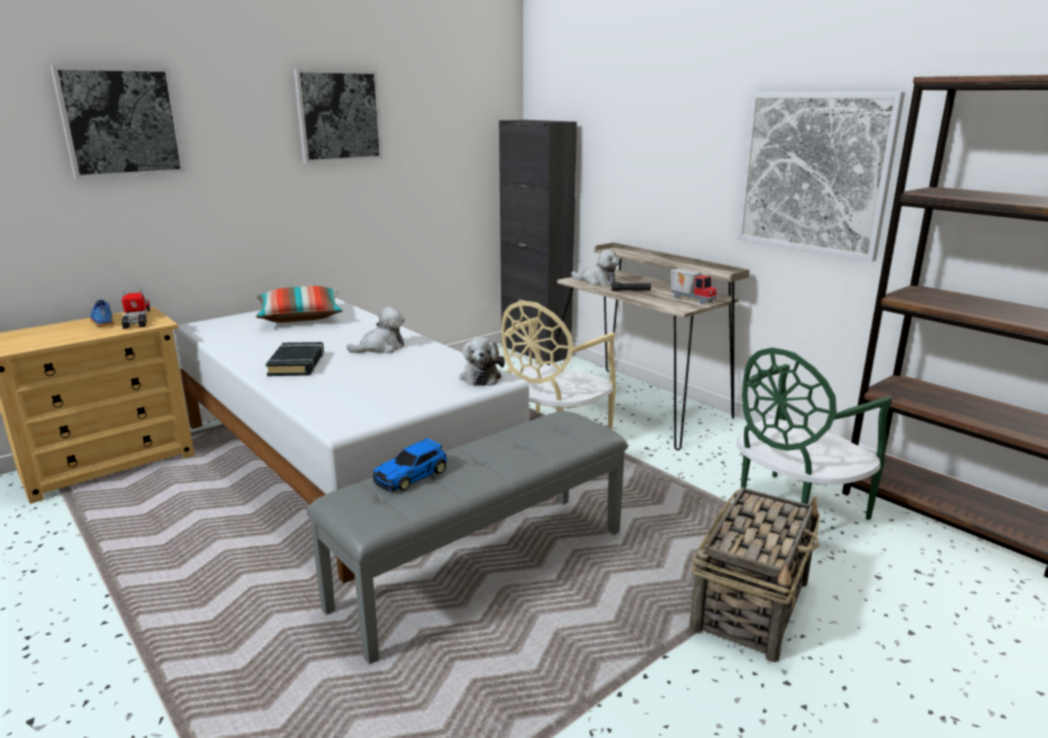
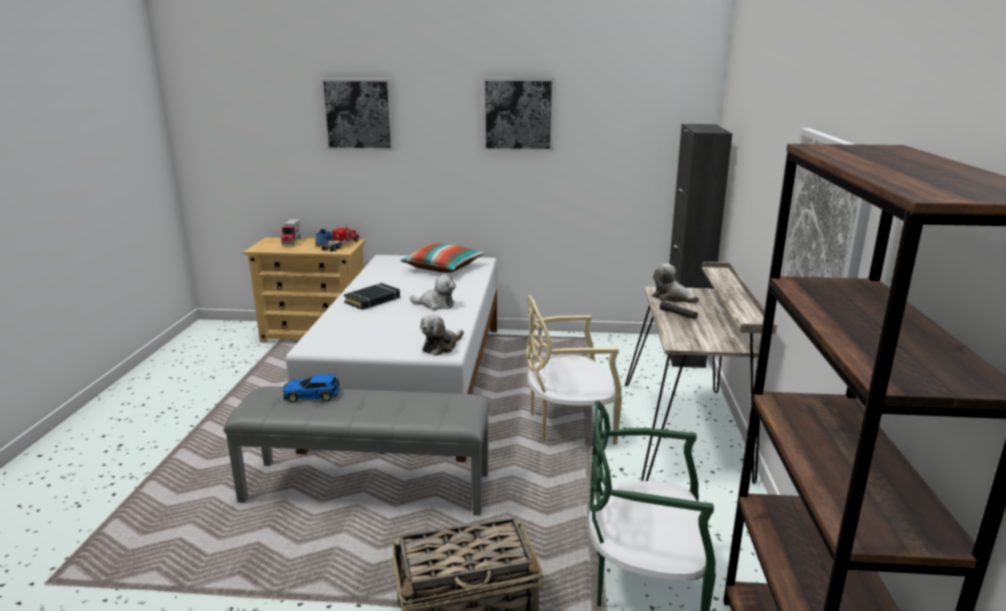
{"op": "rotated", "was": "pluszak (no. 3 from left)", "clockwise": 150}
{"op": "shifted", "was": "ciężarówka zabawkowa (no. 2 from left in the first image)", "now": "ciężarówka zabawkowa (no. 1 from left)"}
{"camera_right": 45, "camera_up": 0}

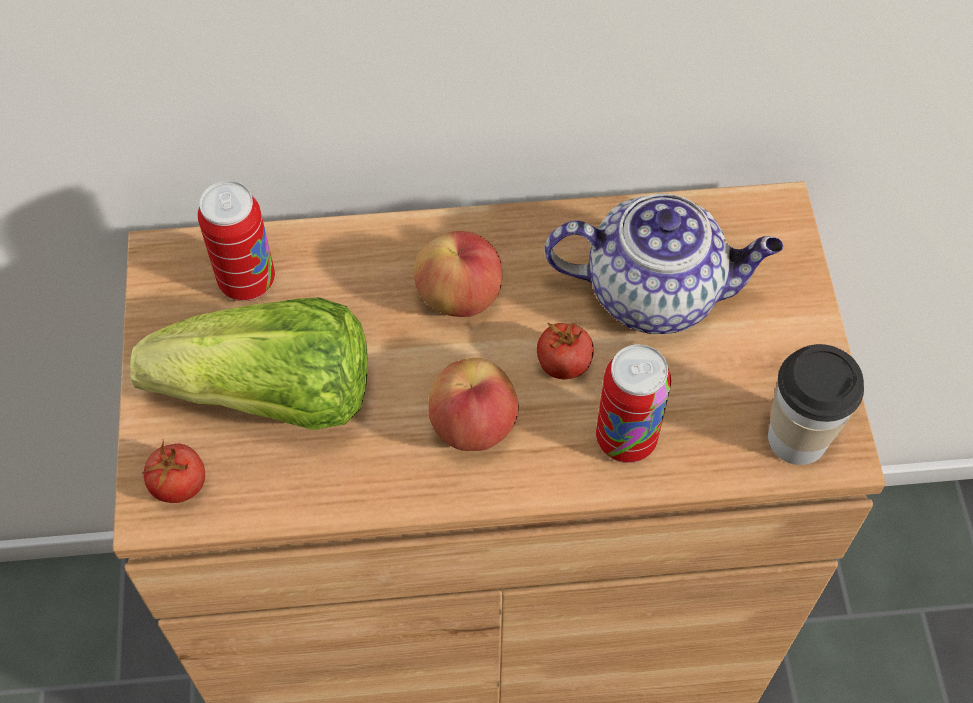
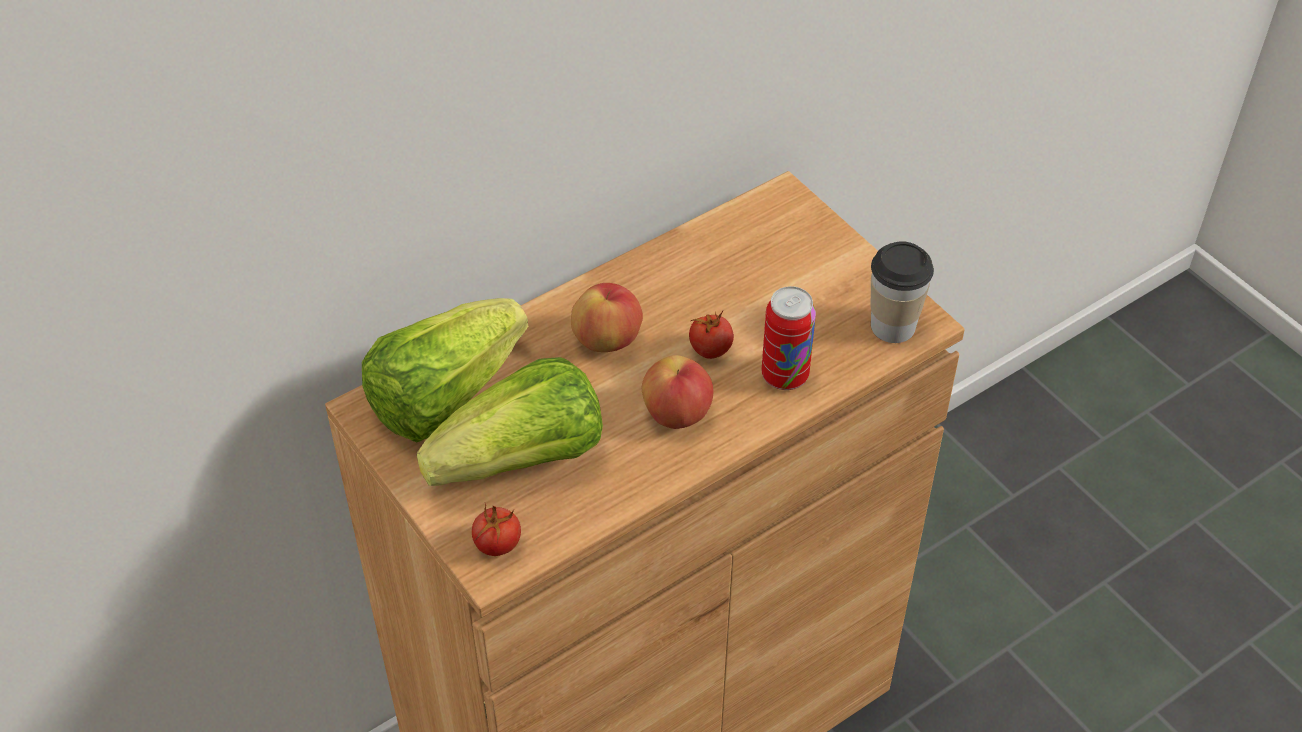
{"op": "swapped", "was": "puszka (no. 1 from left)", "now": "sałata (no. 1 from left)"}
{"op": "gone", "was": "imbryk"}
{"camera_right": -30, "camera_up": -10}

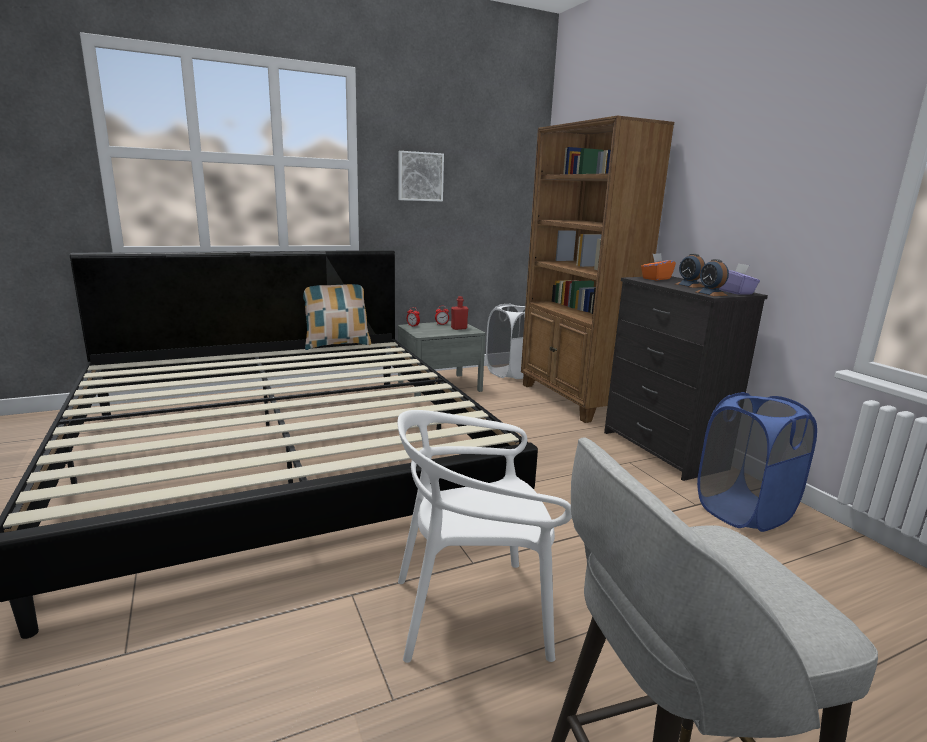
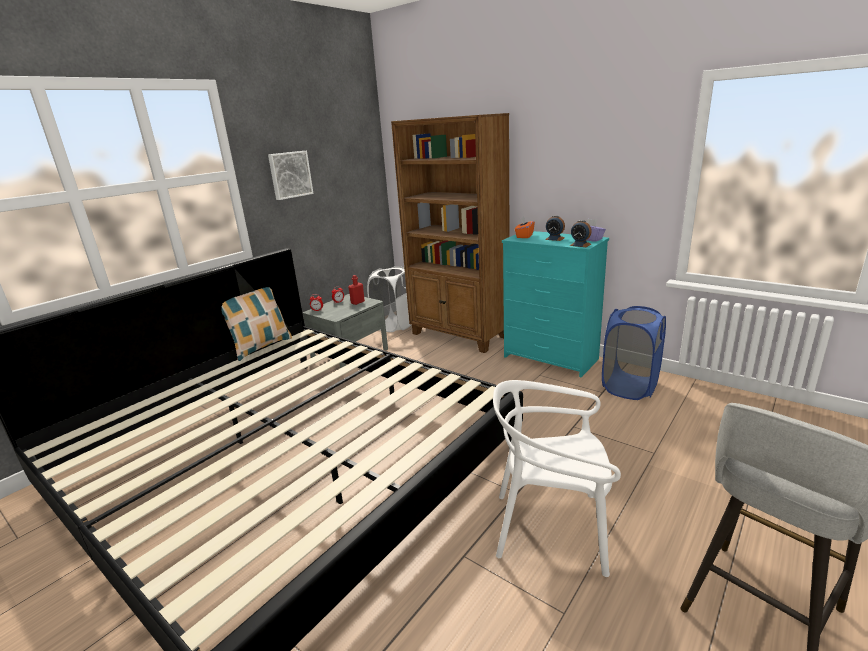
{"op": "rotated", "was": "krzesło [biały]", "clockwise": 45}
{"op": "repainted", "was": "komoda [czarny]", "now": "komoda [turkusowy]"}
{"camera_right": -25, "camera_up": 5}

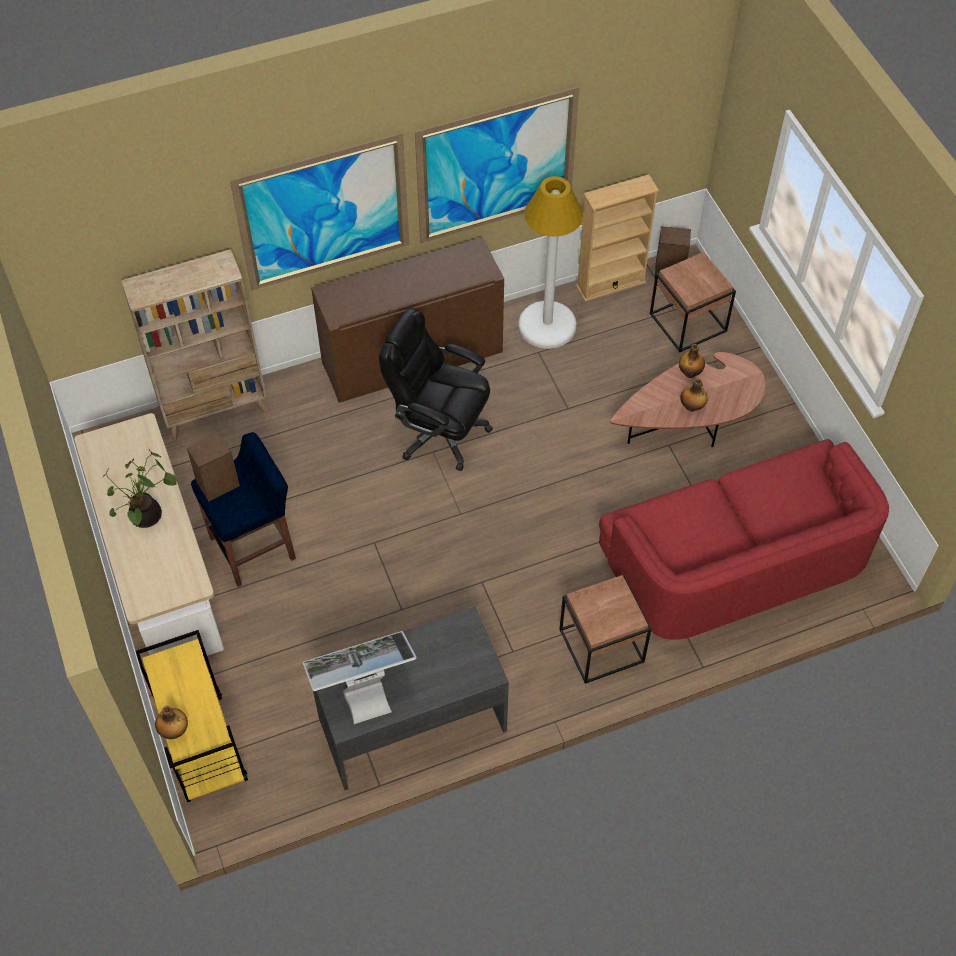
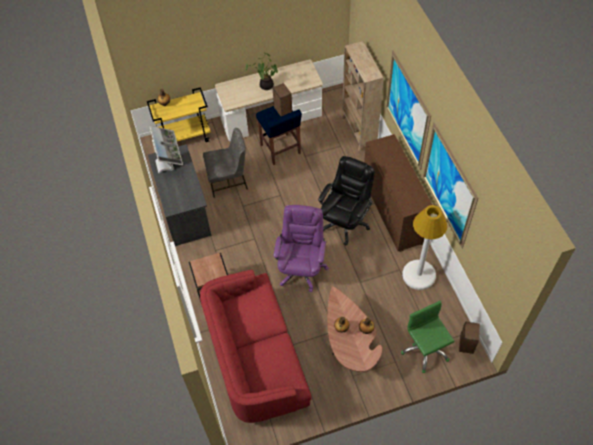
{"op": "gone", "was": "regał [beżowy] (no. 2 from left)"}
{"op": "swapped", "was": "stolik [brązowy] (no. 2 from left)", "now": "krzesło biurowe [zielony]"}
{"op": "new", "now": "krzesło [szary]"}
{"op": "new", "now": "krzesło biurowe [fioletowy]"}
{"camera_right": 95, "camera_up": 0}

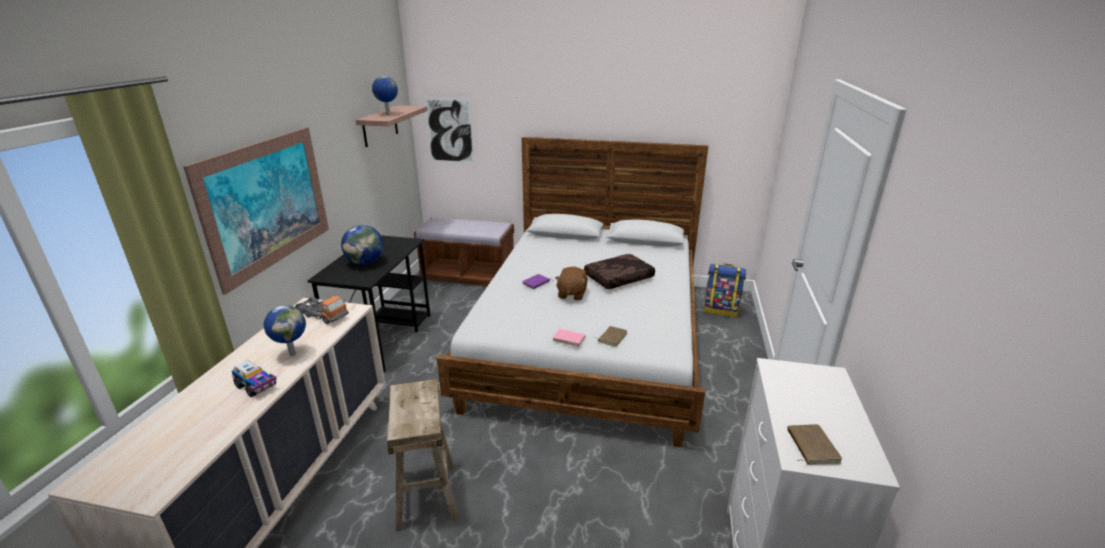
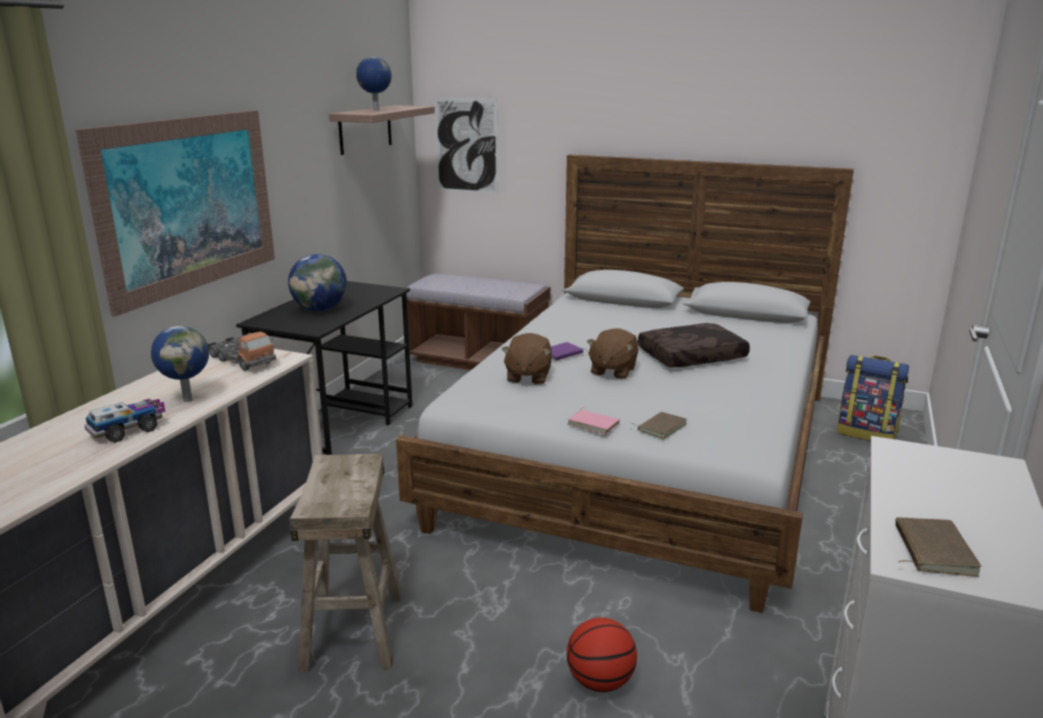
{"op": "rotated", "was": "ciężarówka zabawkowa (no. 1 from left)", "clockwise": -90}
{"op": "new", "now": "pluszak [brązowy] (no. 1 from left)"}
{"op": "new", "now": "piłka do koszykówki"}
{"camera_right": 10, "camera_up": -5}

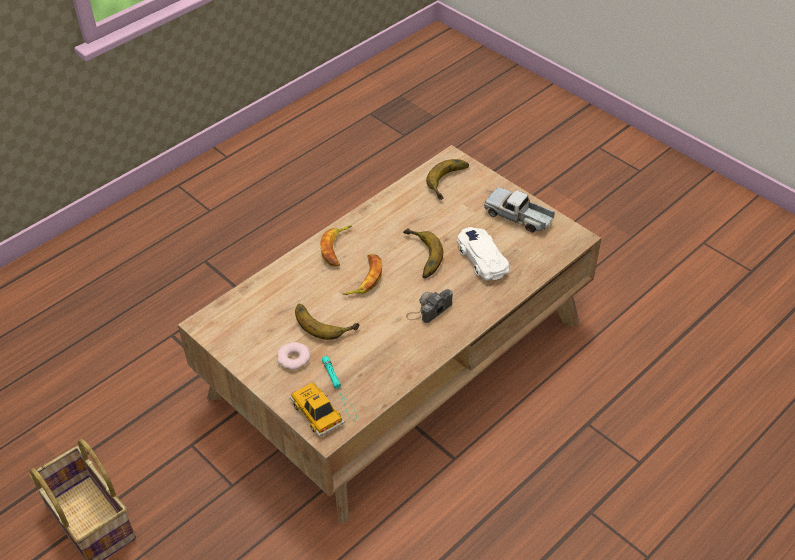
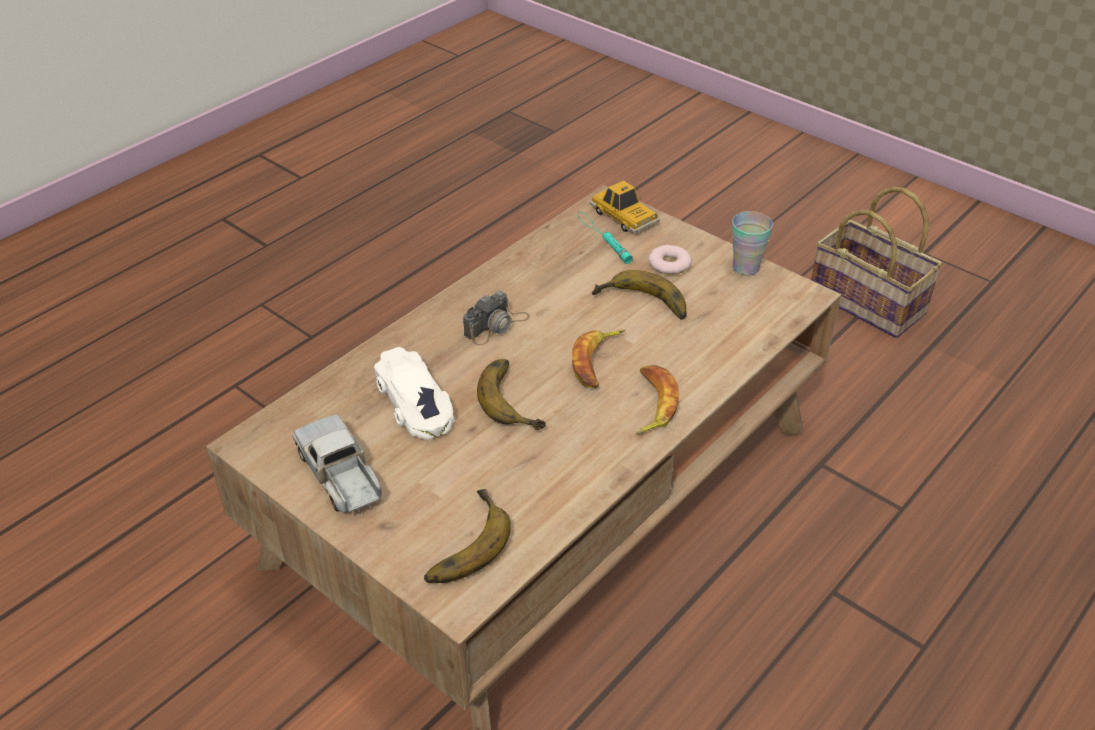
{"op": "rotated", "was": "ciężarówka zabawkowa", "clockwise": -150}
{"op": "new", "now": "filiżanka"}
{"camera_right": 175, "camera_up": -5}

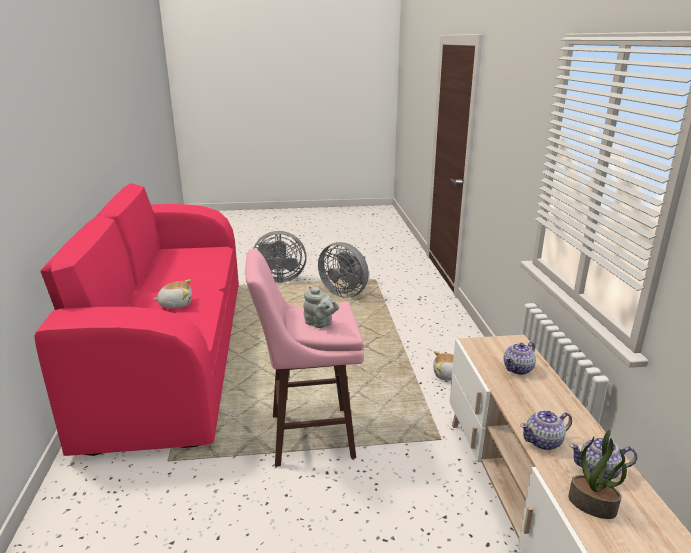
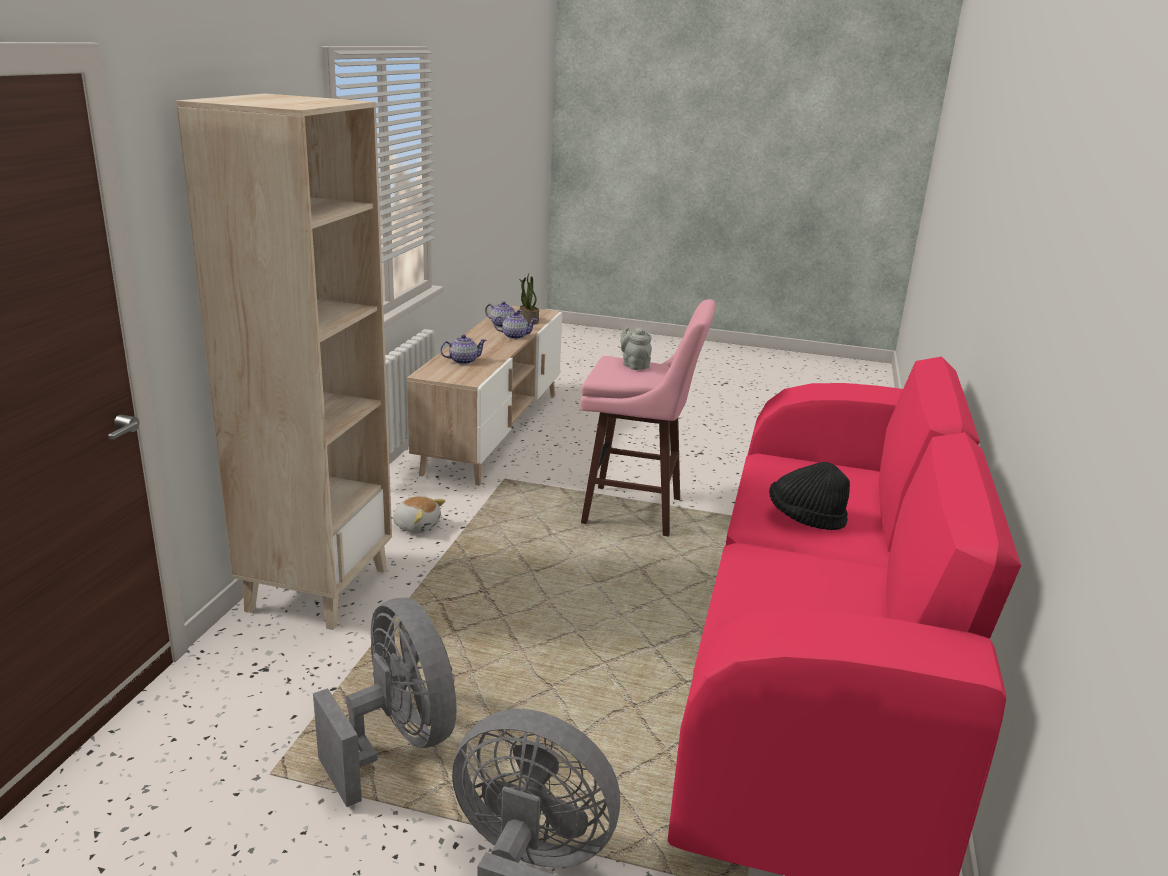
{"op": "swapped", "was": "pluszak (no. 1 from left)", "now": "kapelusz [czarny]"}
{"op": "new", "now": "regał [beżowy]"}
{"camera_right": -160, "camera_up": 0}

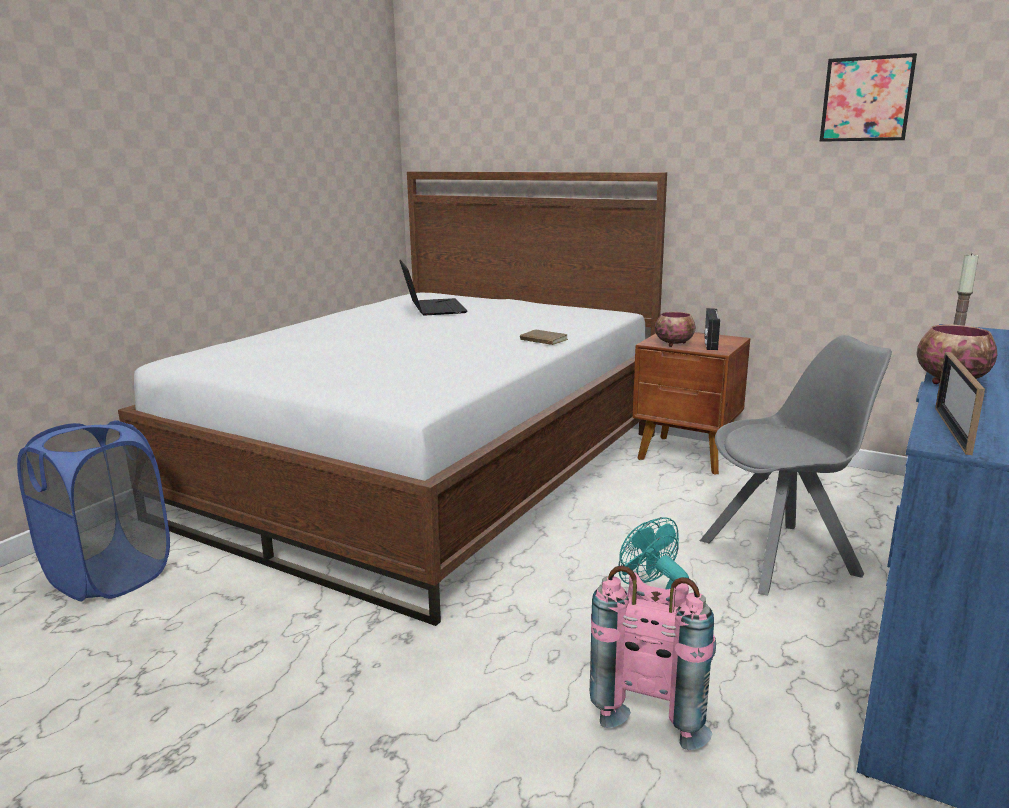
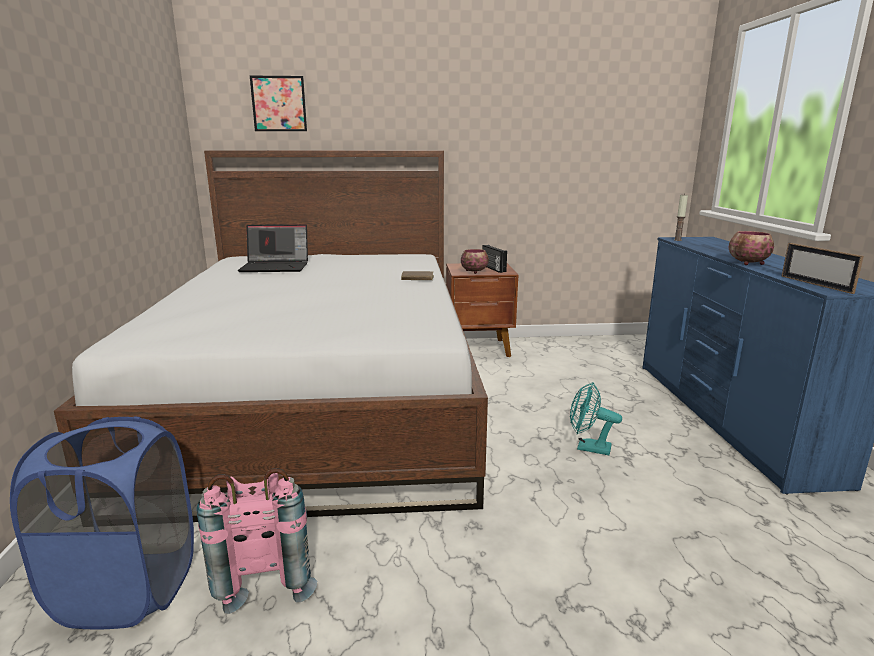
{"op": "rotated", "was": "laptop", "clockwise": 135}
{"op": "shifted", "was": "plecak [różowy]"}
{"op": "gone", "was": "krzesło [szary]"}
{"op": "shifted", "was": "obraz"}
{"camera_right": -35, "camera_up": 0}

